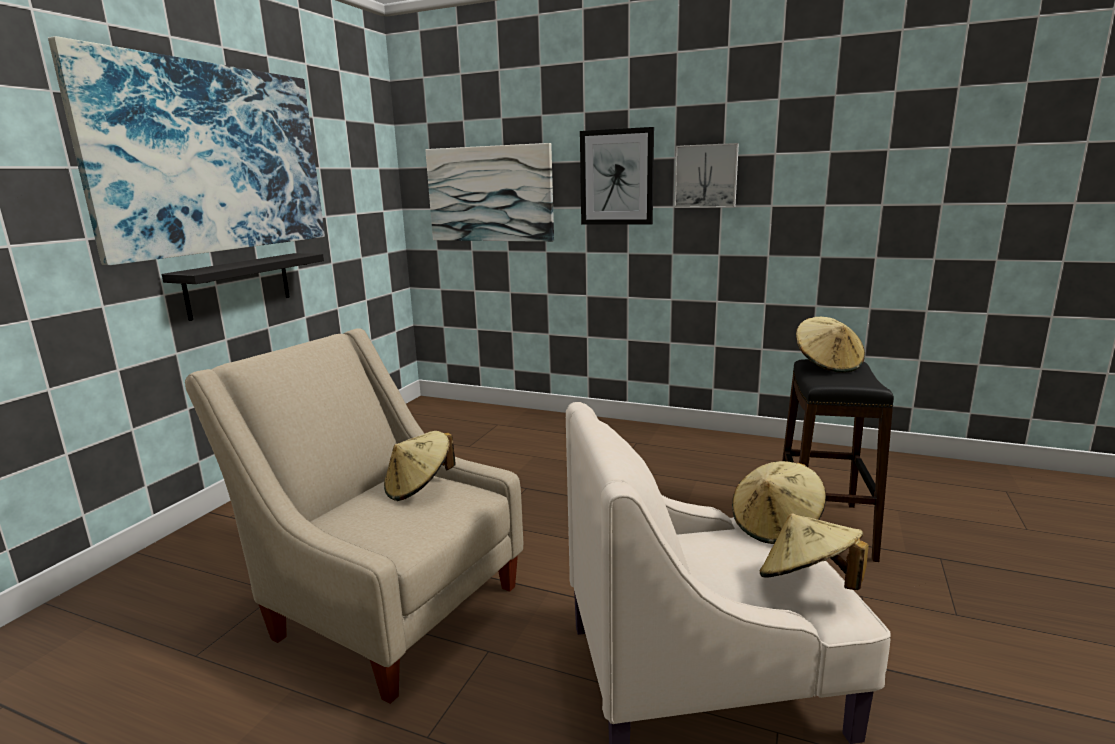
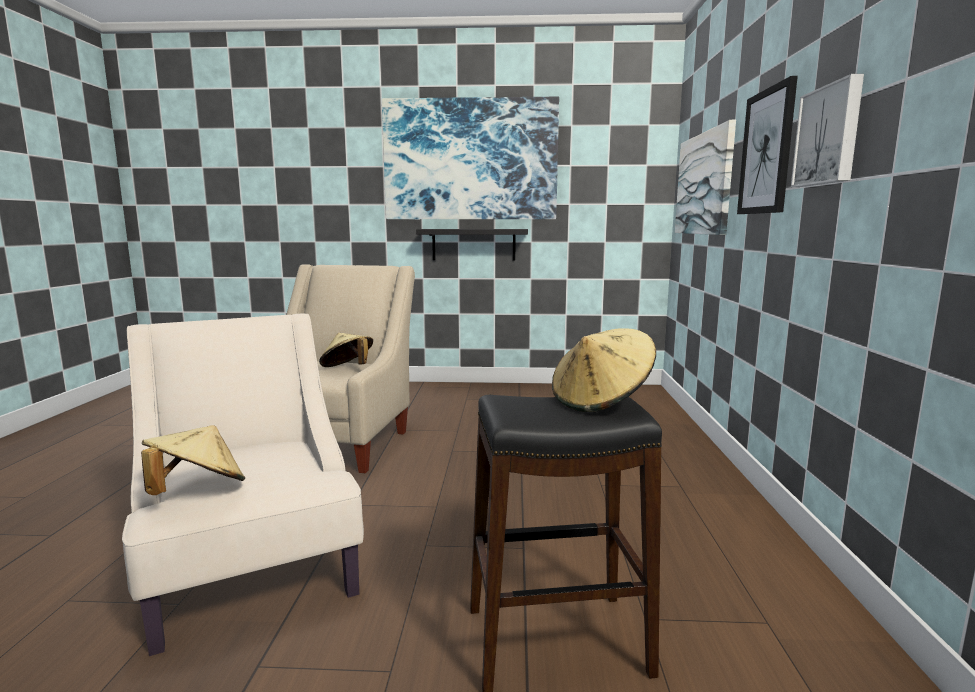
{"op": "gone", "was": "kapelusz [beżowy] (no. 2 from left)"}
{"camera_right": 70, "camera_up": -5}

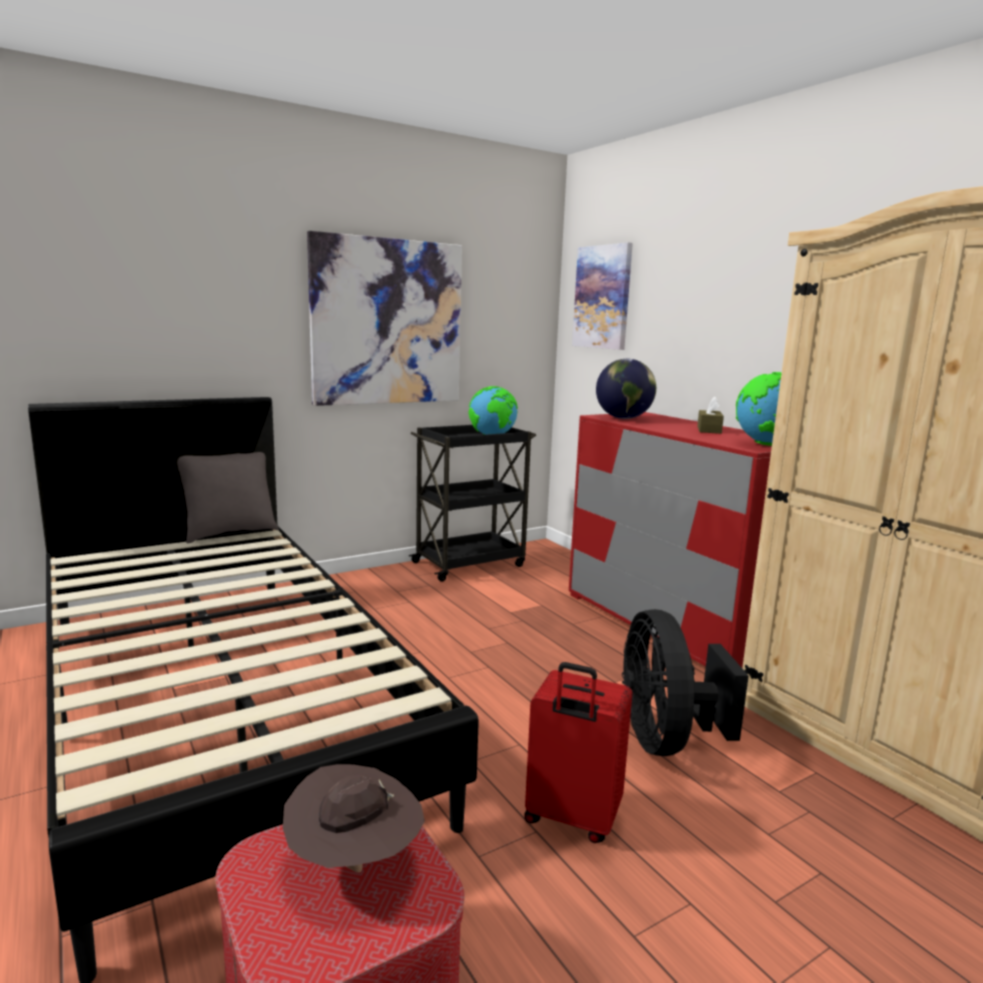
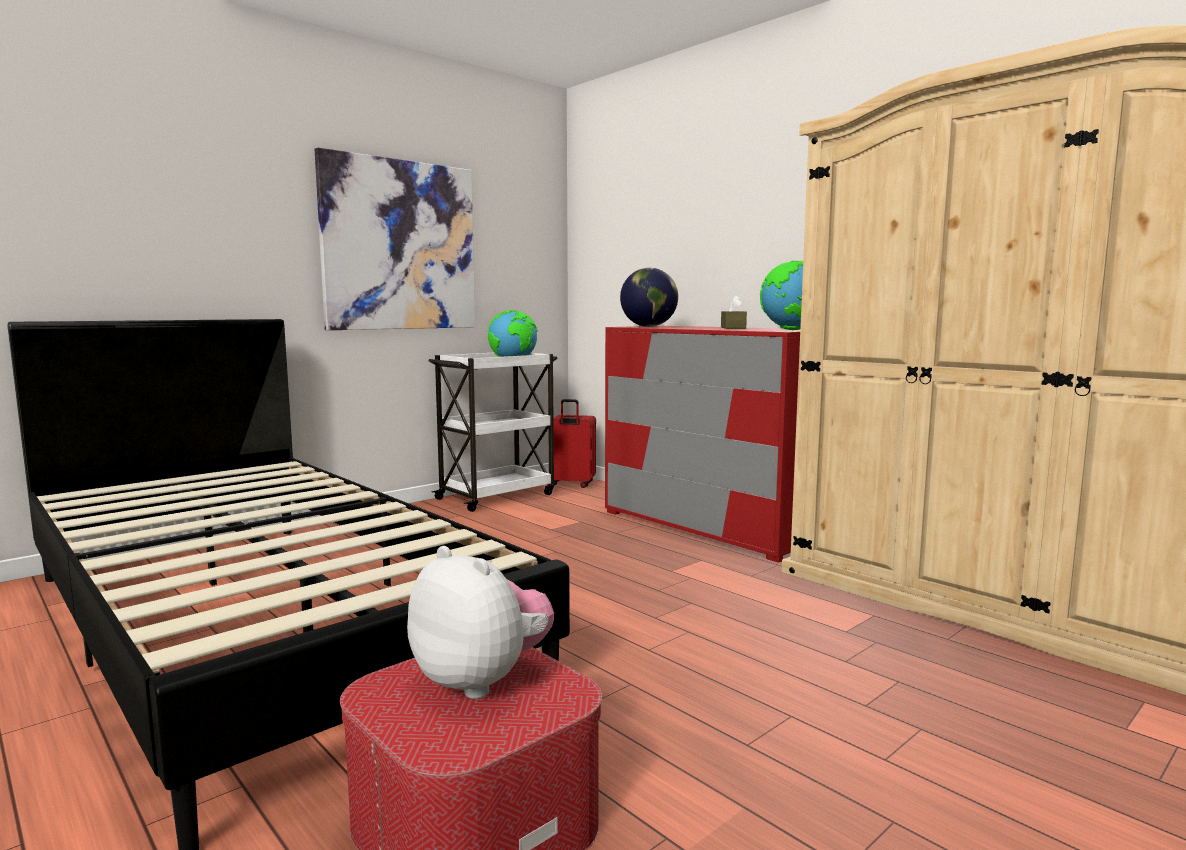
{"op": "gone", "was": "poduszka [szary]"}
{"op": "swapped", "was": "kapelusz [brązowy]", "now": "pluszak"}
{"op": "repainted", "was": "wózek [czarny]", "now": "wózek [biały]"}
{"op": "shifted", "was": "walizka [czerwony]"}
{"op": "gone", "was": "obraz (no. 2 from left)"}
{"op": "gone", "was": "wentylator [czarny]"}
{"camera_right": -10, "camera_up": -5}

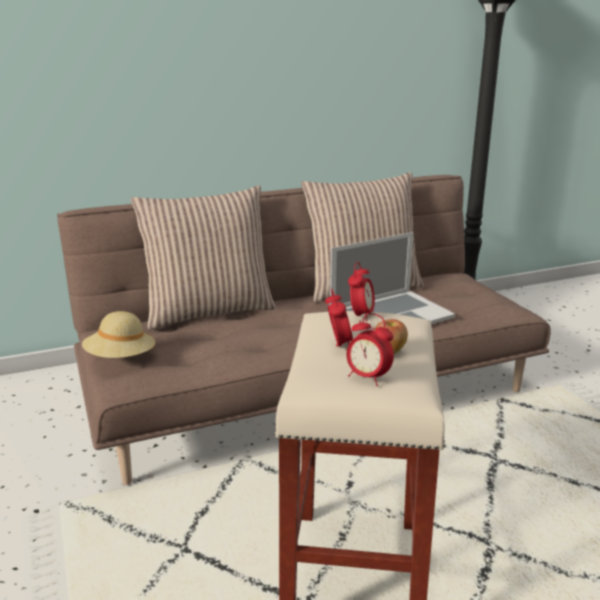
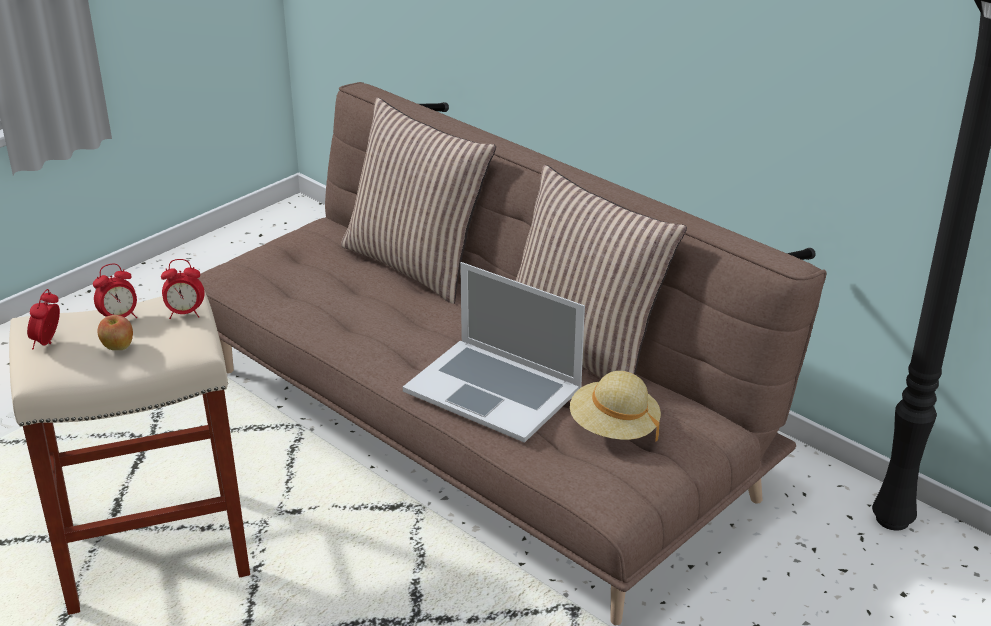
{"op": "shifted", "was": "kapelusz [beżowy]"}
{"camera_right": 65, "camera_up": 10}

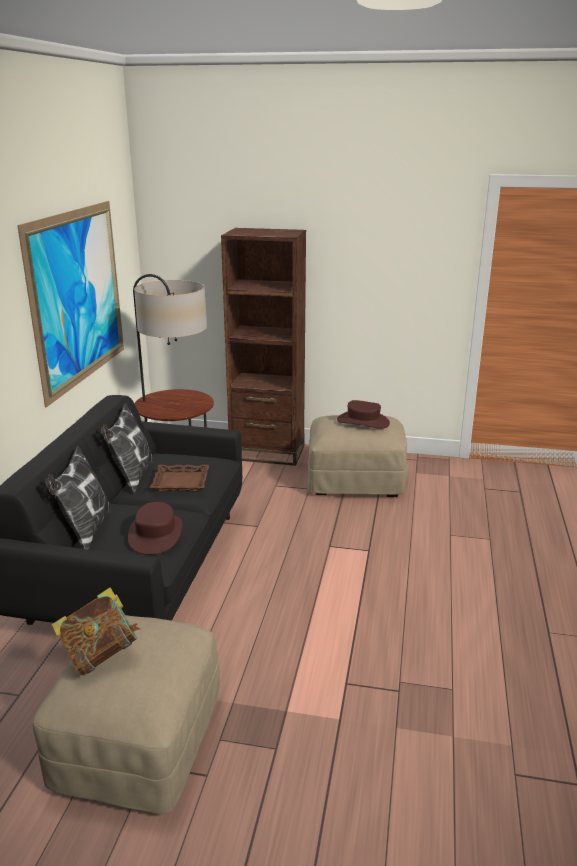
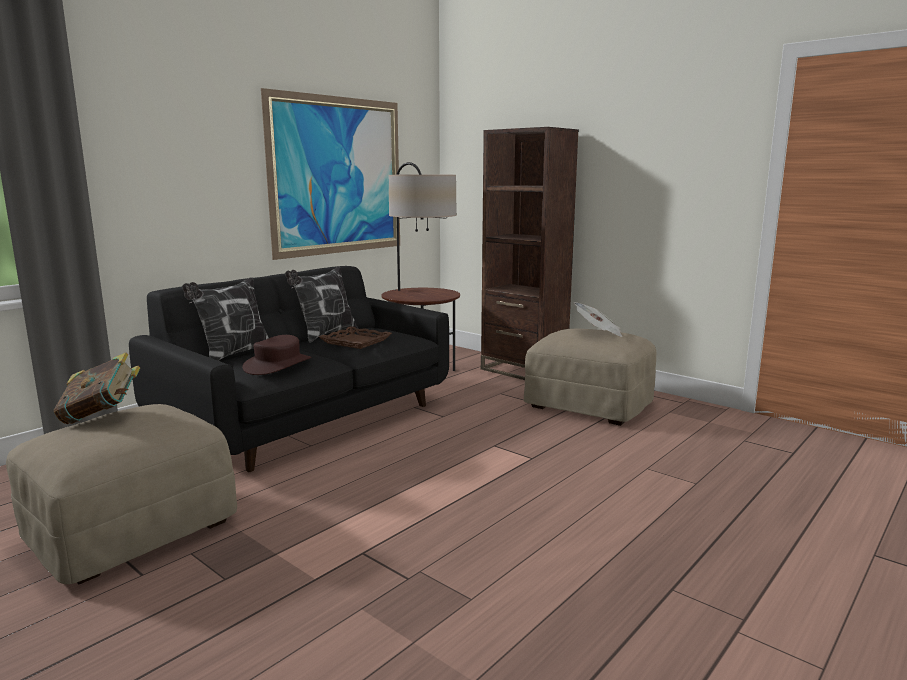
{"op": "swapped", "was": "kapelusz [brązowy] (no. 2 from left)", "now": "gazeta"}
{"camera_right": 30, "camera_up": -10}

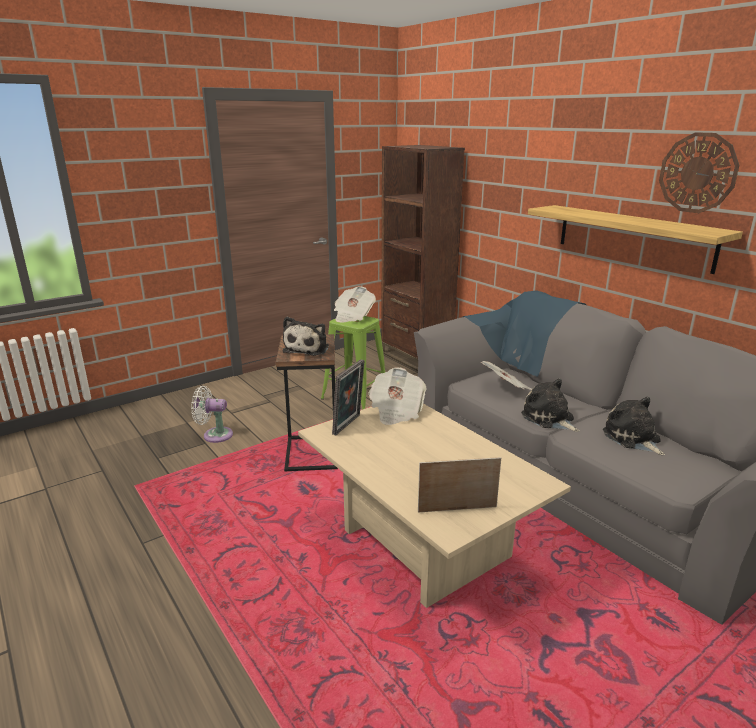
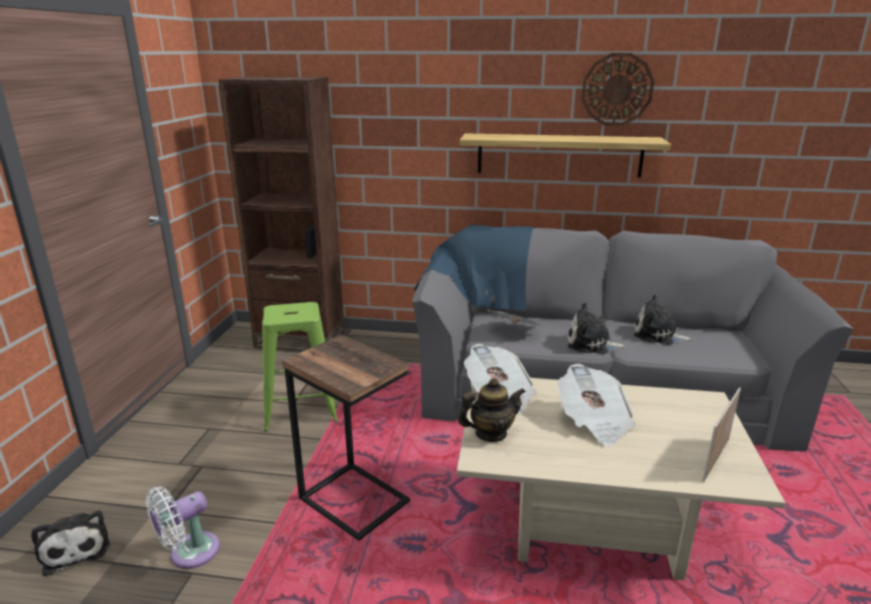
{"op": "shifted", "was": "pluszak (no. 1 from left)"}
{"op": "swapped", "was": "ramka na zdjęcie (no. 1 from left)", "now": "imbryk"}
{"op": "shifted", "was": "gazeta (no. 1 from left in the first image)", "now": "gazeta (no. 3 from left)"}
{"camera_right": -45, "camera_up": 0}

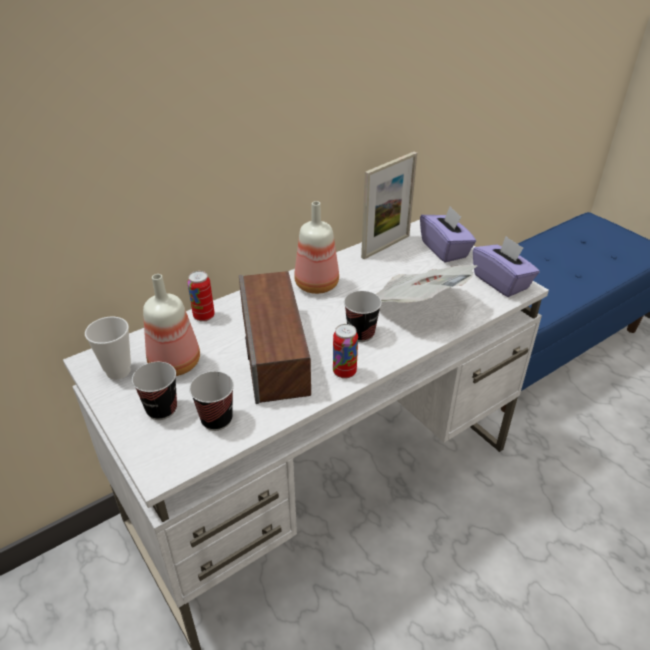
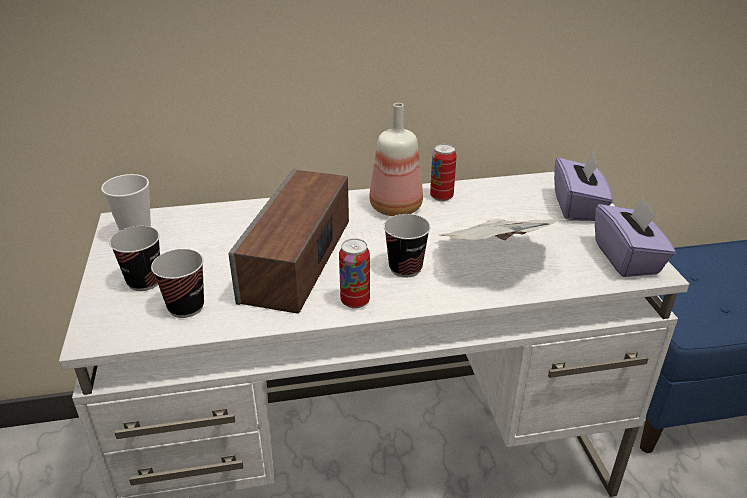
{"op": "gone", "was": "butelka (no. 1 from left)"}
{"op": "shifted", "was": "puszka (no. 1 from left in the first image)", "now": "puszka (no. 2 from left)"}
{"op": "gone", "was": "ramka na zdjęcie"}
{"camera_right": 25, "camera_up": -5}

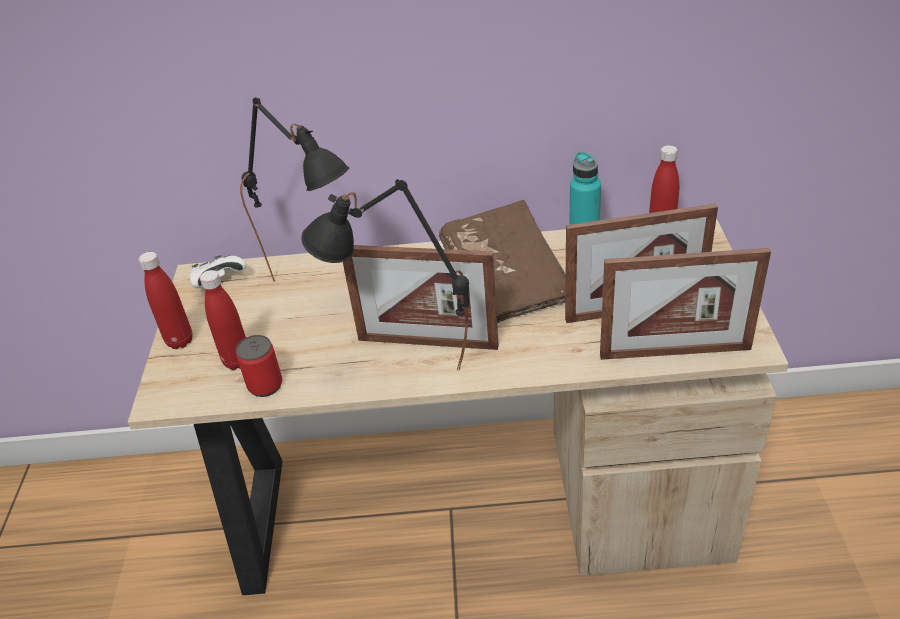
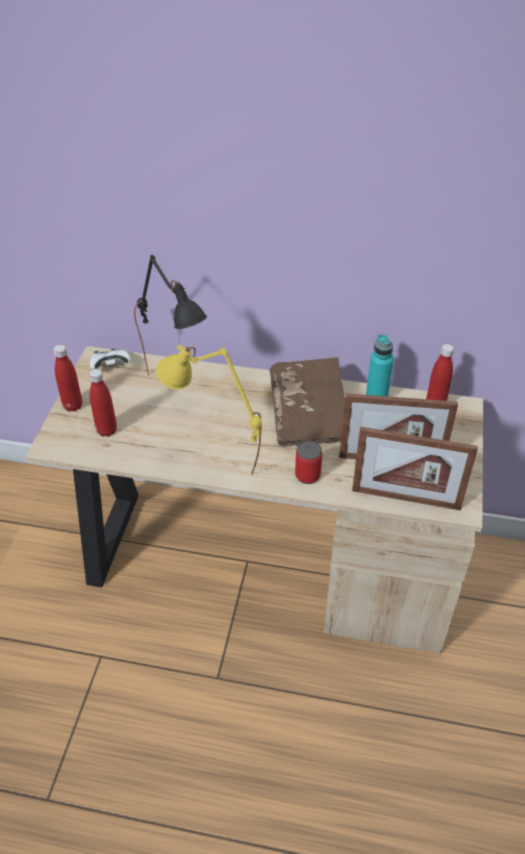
{"op": "shifted", "was": "puszka"}
{"op": "repainted", "was": "lampa stołowa [czarny] (no. 2 from left)", "now": "lampa stołowa [żółty]"}
{"op": "gone", "was": "ramka na zdjęcie (no. 1 from left)"}
{"camera_right": 10, "camera_up": 5}

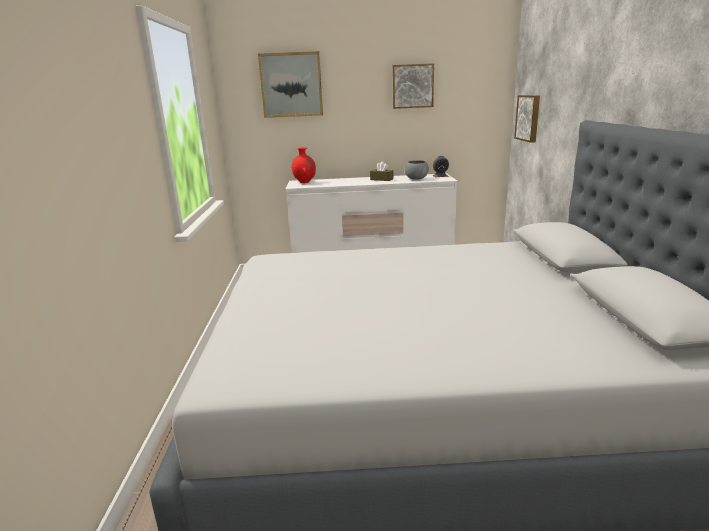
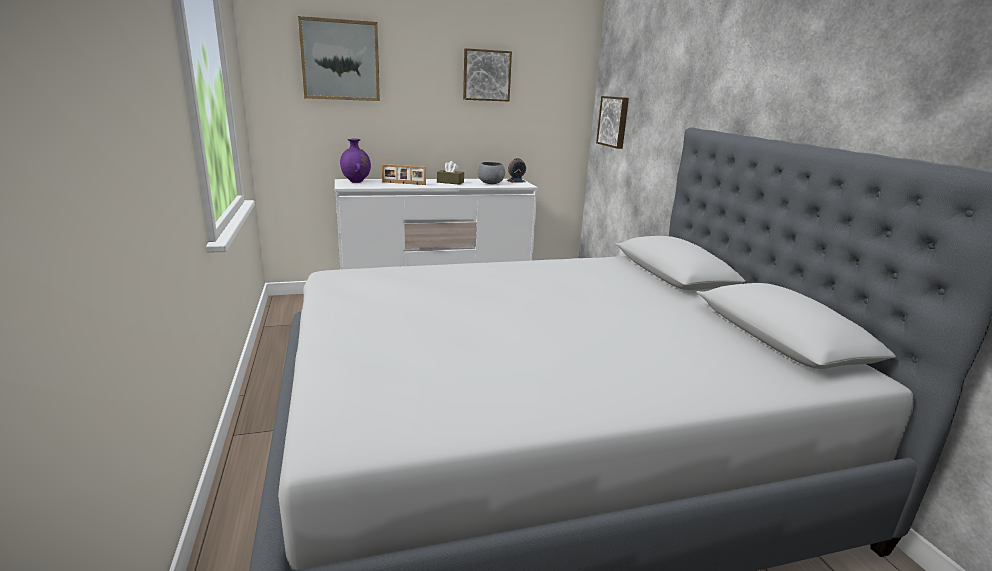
{"op": "repainted", "was": "wazon [czerwony]", "now": "wazon [fioletowy]"}
{"op": "new", "now": "ramka na zdjęcie"}
{"camera_right": -15, "camera_up": 0}

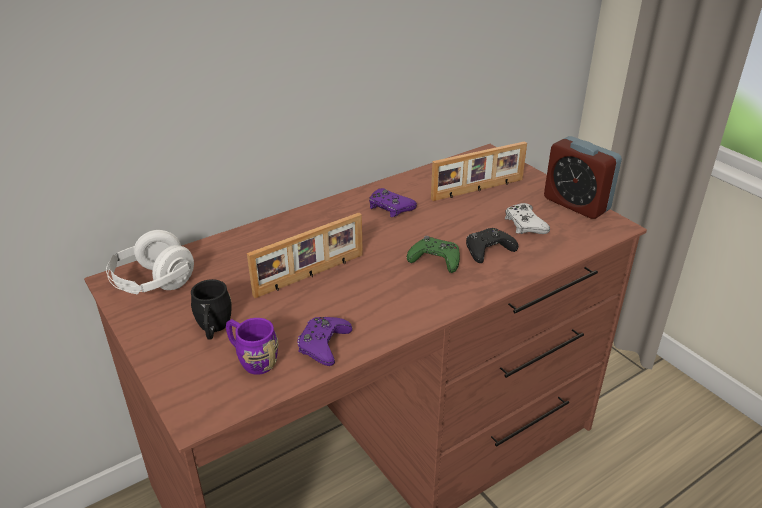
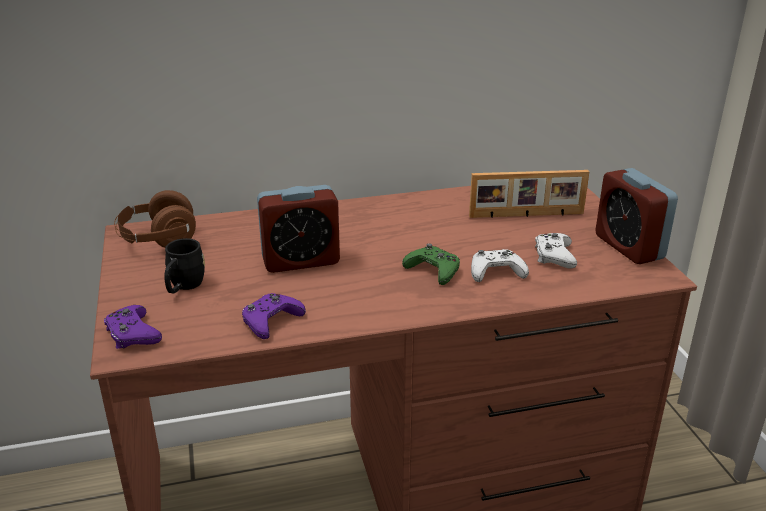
{"op": "repainted", "was": "słuchawki [biały]", "now": "słuchawki [brązowy]"}
{"op": "gone", "was": "kubek [fioletowy]"}
{"op": "swapped", "was": "ramka na zdjęcie (no. 1 from left)", "now": "budzik (no. 1 from left)"}
{"op": "shifted", "was": "pad do gier [fioletowy] (no. 2 from left in the first image)", "now": "pad do gier [fioletowy] (no. 1 from left)"}
{"op": "repainted", "was": "pad do gier [czarny]", "now": "pad do gier [biały] (no. 1 from left)"}
{"camera_right": 20, "camera_up": -5}

